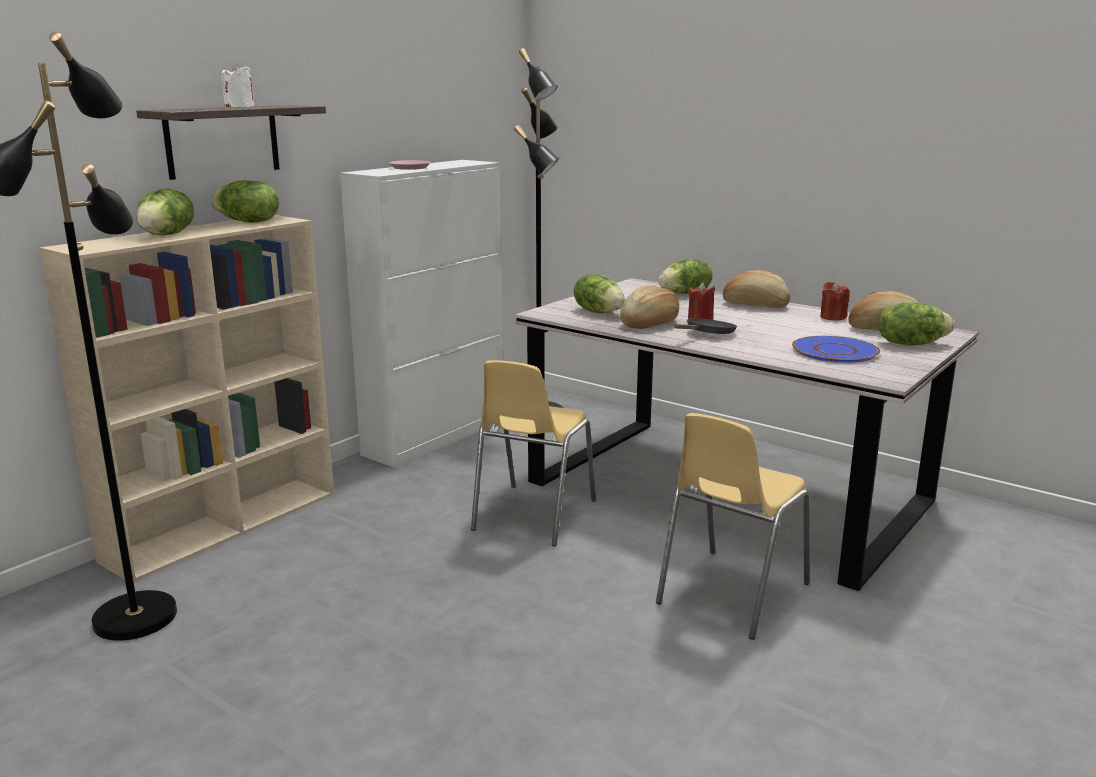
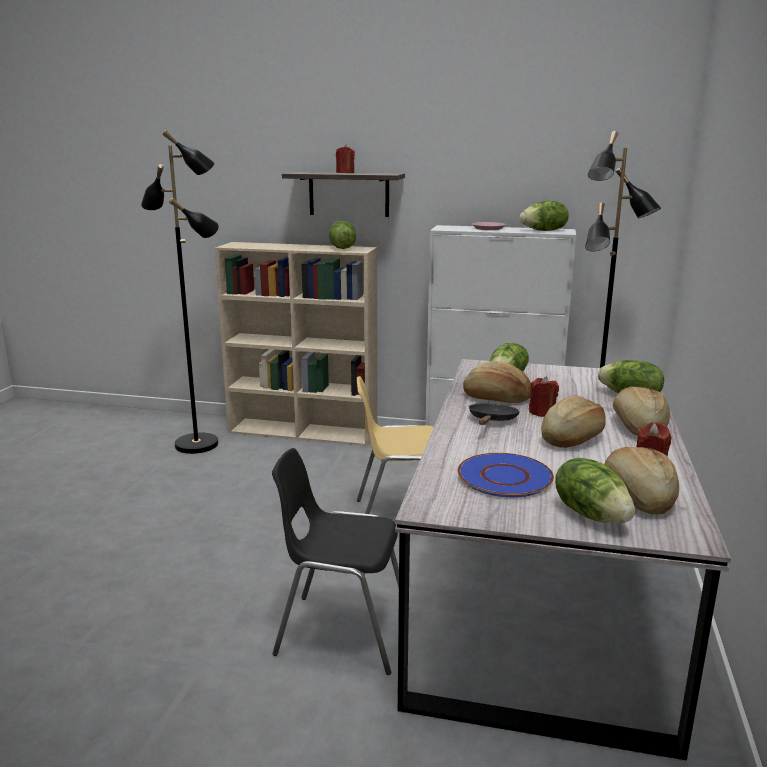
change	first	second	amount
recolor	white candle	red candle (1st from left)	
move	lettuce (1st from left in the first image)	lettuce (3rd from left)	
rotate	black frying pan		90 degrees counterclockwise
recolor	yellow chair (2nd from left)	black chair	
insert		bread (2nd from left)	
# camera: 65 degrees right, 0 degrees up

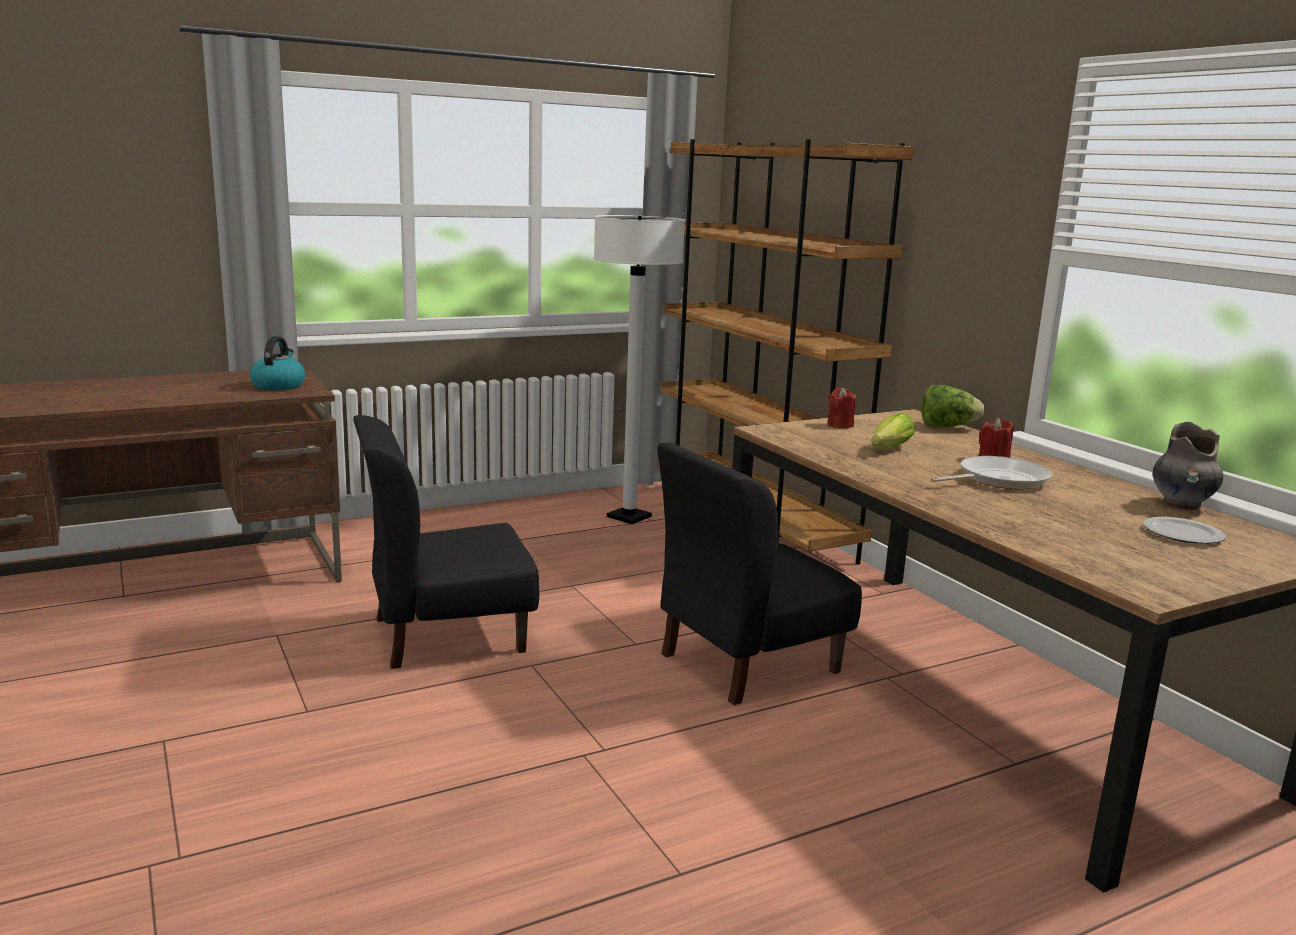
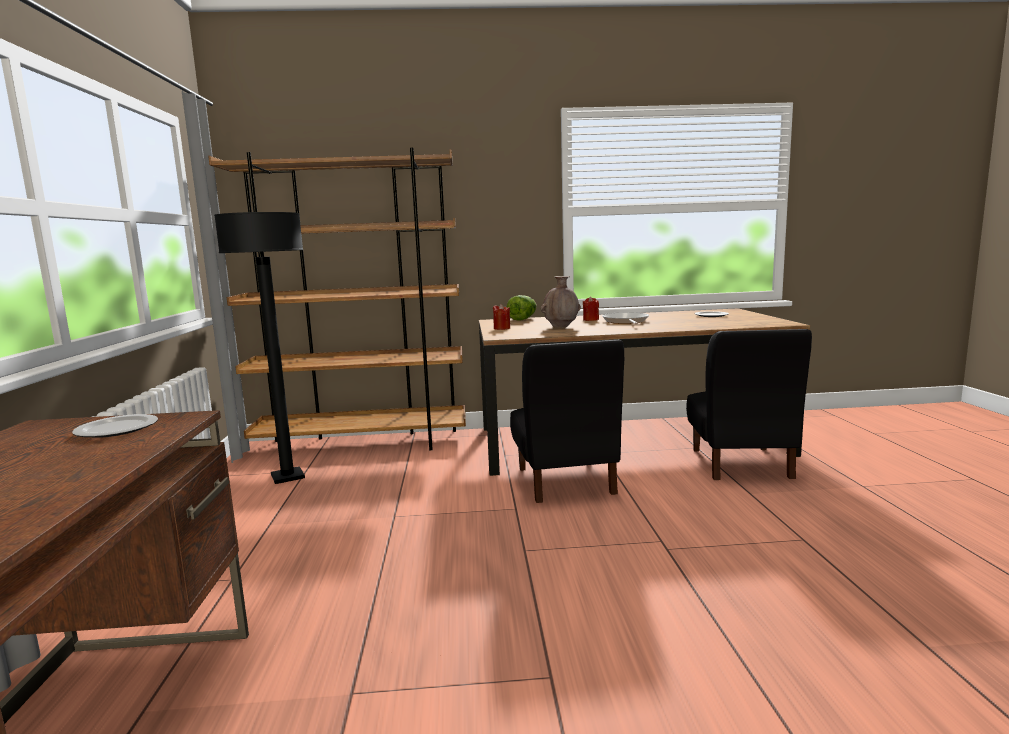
change	first	second	amount
recolor	white floor lamp	black floor lamp	
replace	kettle	plate (1st from left)	
replace	lettuce (1st from left)	brown vase	
move	black chair (1st from left in the first image)	black chair (2nd from left)	
delete	grey vase		
# camera: 65 degrees left, 5 degrees down

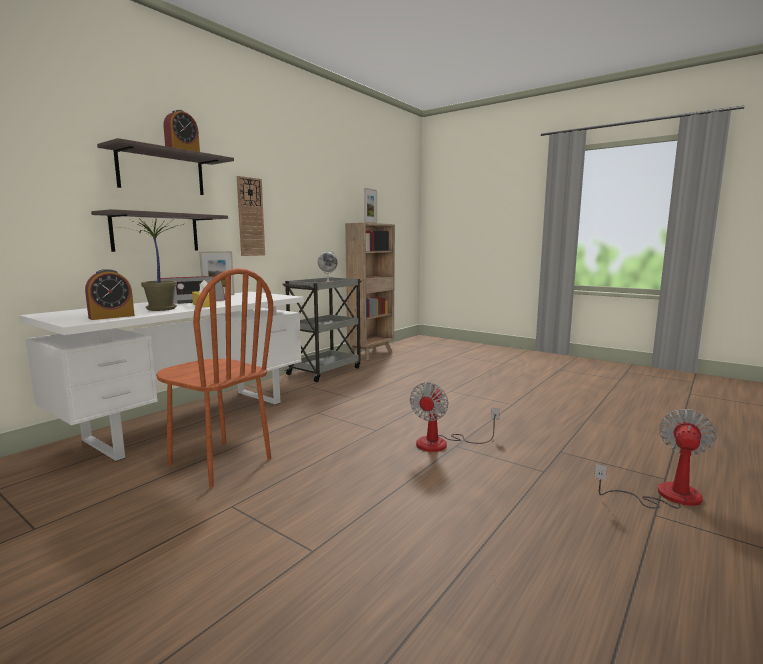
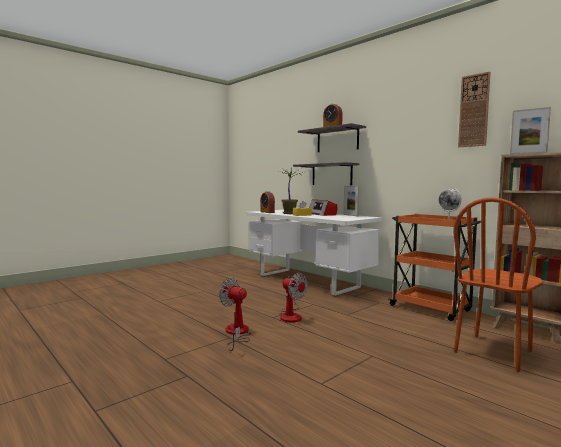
change	first	second	amount
move	wall clock		
move	brown chair		
recolor	grey cart	orange cart	
move	fan (2nd from left)		
# camera: 100 degrees right, 5 degrees down

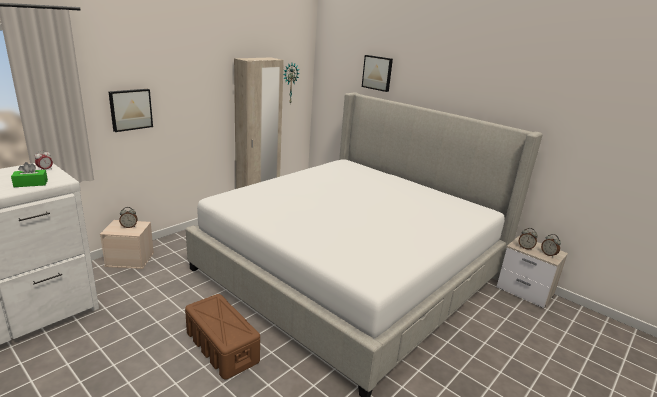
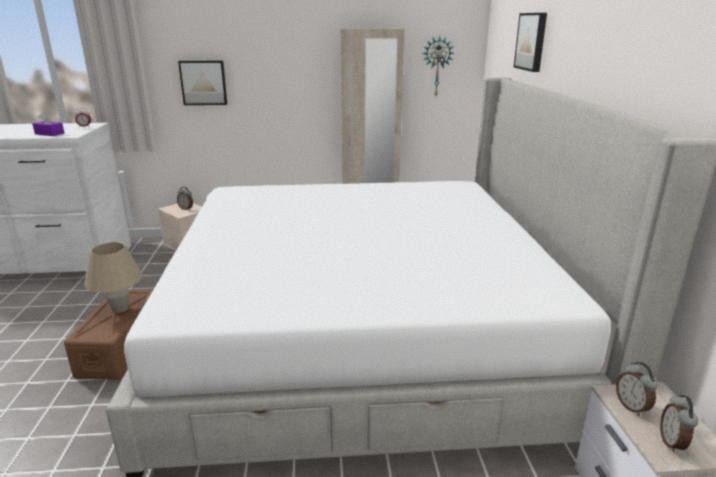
change	first	second	amount
recolor	green tissue box	purple tissue box	
insert		beige table lamp	
# camera: 45 degrees right, 0 degrees up

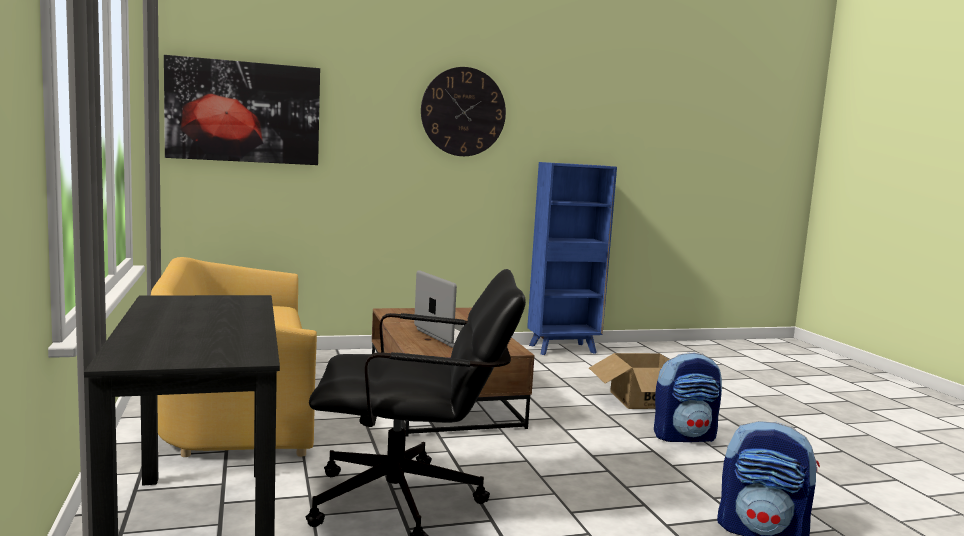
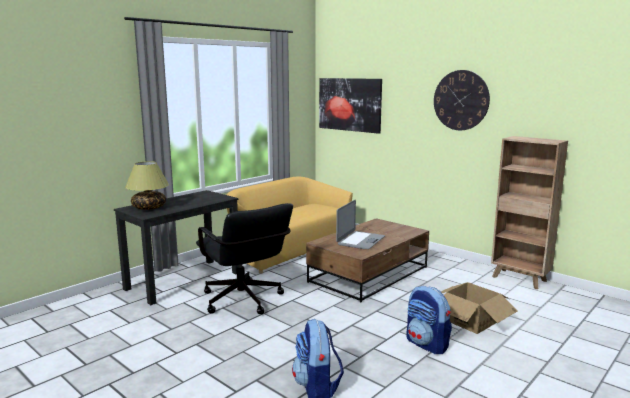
change	first	second	amount
recolor	blue bookcase	brown bookcase	
insert		table lamp	
# camera: 60 degrees right, 5 degrees up

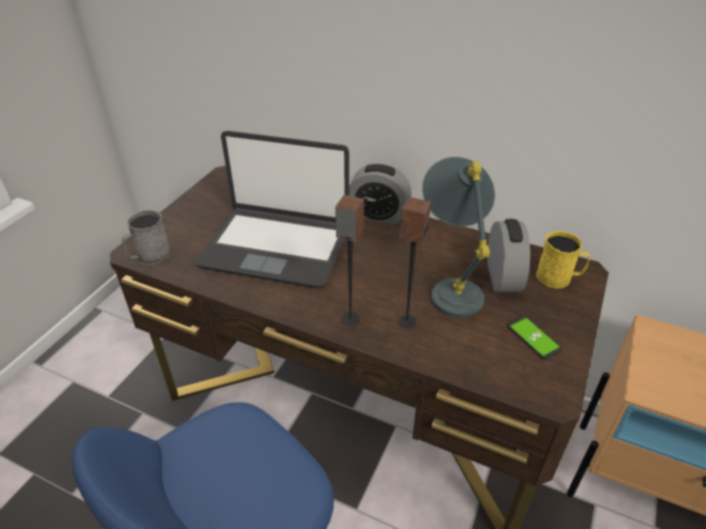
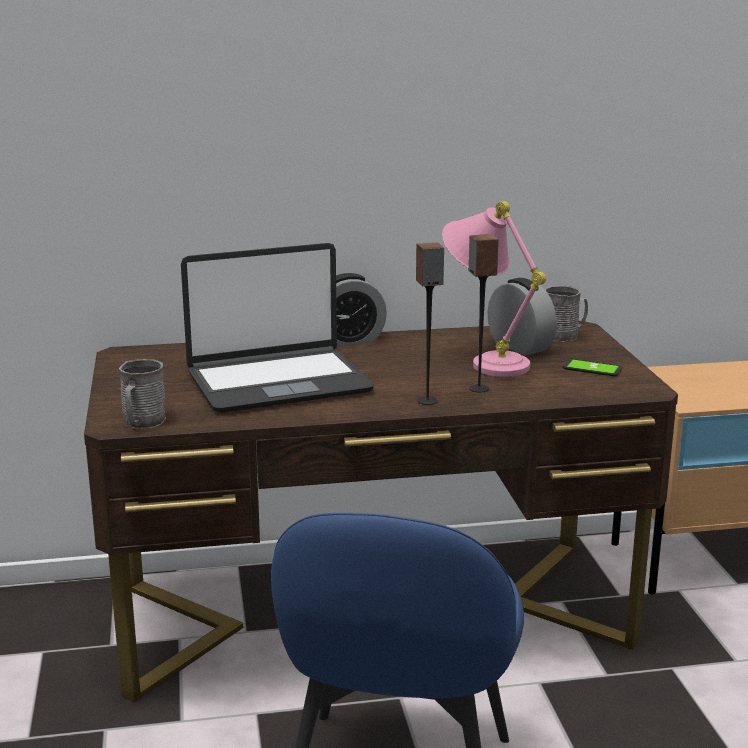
change	first	second	amount
recolor	grey table lamp	pink table lamp	
recolor	yellow mug	grey mug (2nd from left)	
# camera: 35 degrees left, 20 degrees down

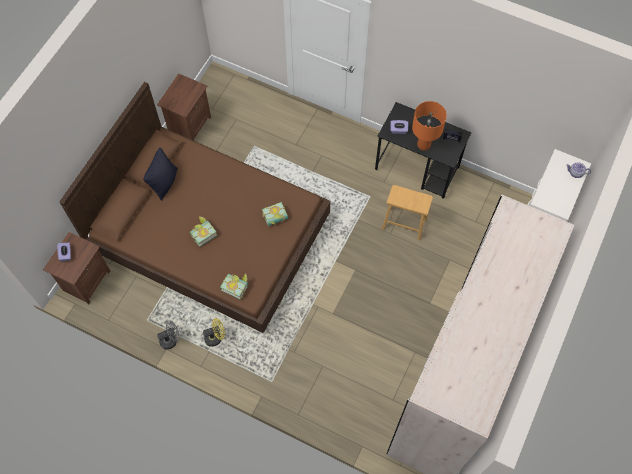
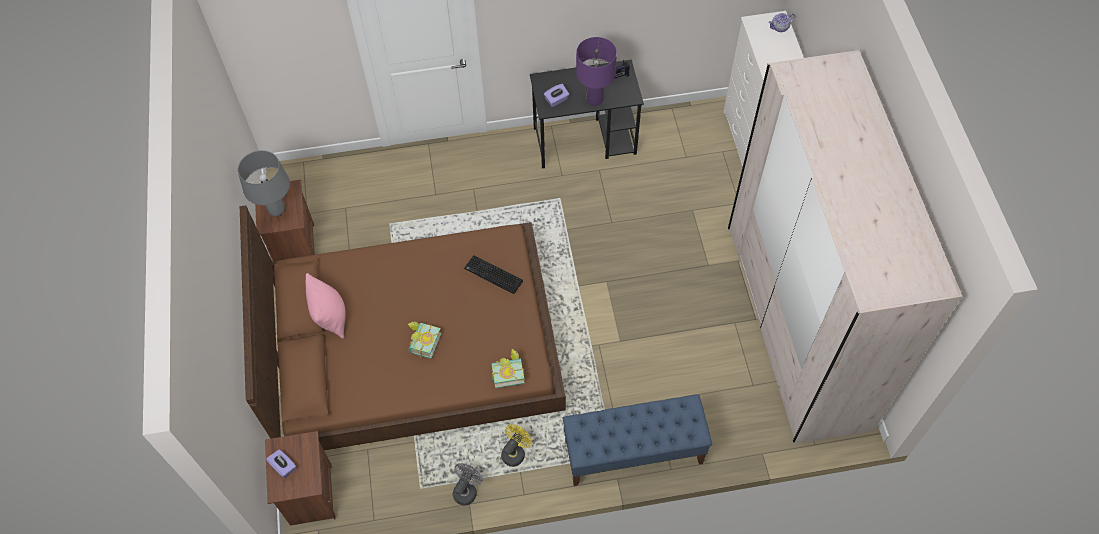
change	first	second	amount
recolor	orange table lamp	purple table lamp	
recolor	black pillow	pink pillow	
delete	brown stool		
replace	book (3rd from left)	keyboard	
insert		grey table lamp	
insert		blue bench	
# camera: 35 degrees left, 5 degrees down

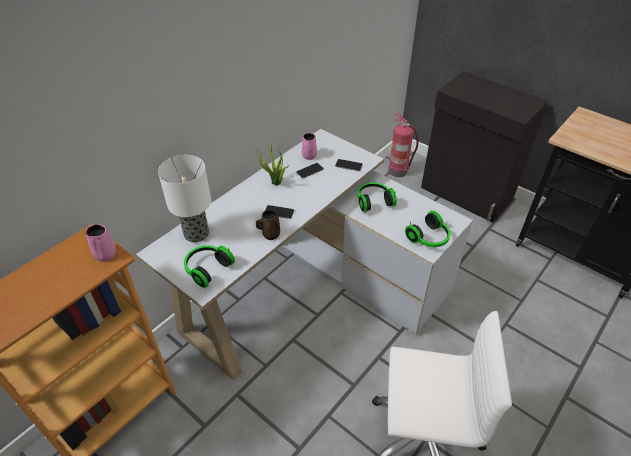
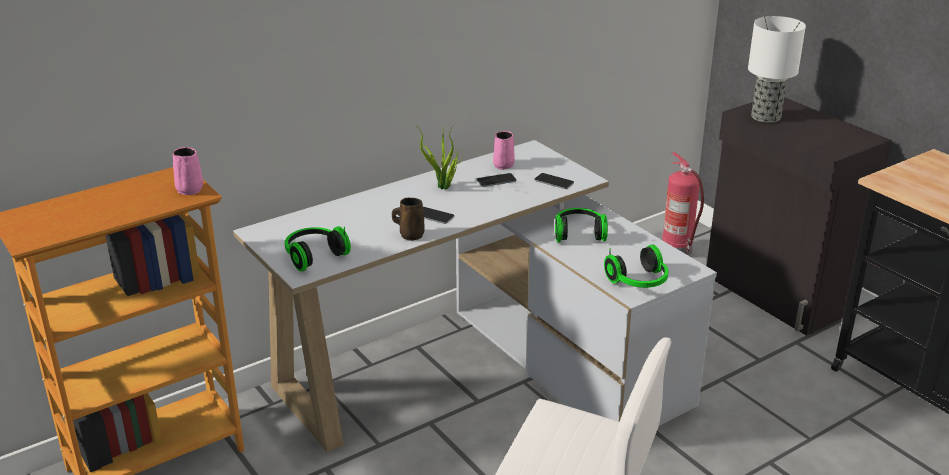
change	first	second	amount
move	table lamp		
# camera: 15 degrees right, 15 degrees down

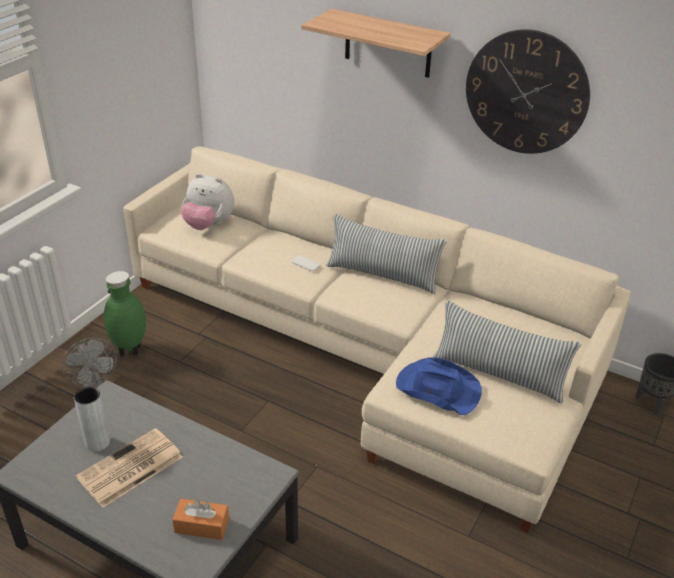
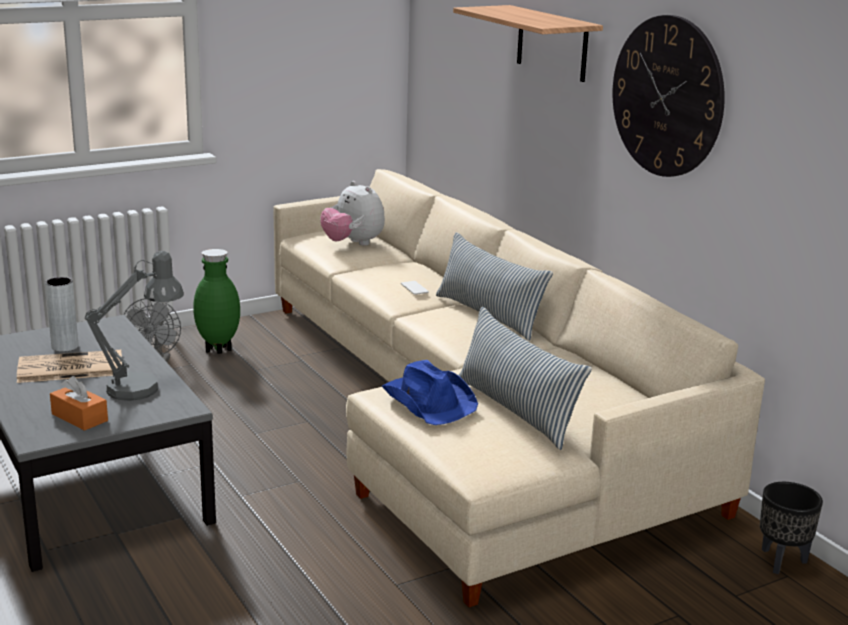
change	first	second	amount
insert		grey table lamp	
# camera: 30 degrees right, 15 degrees down

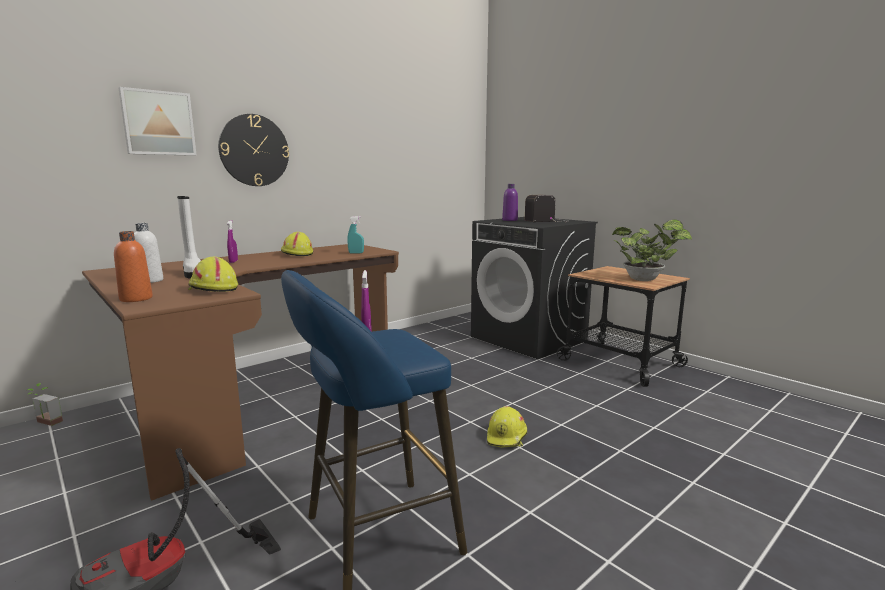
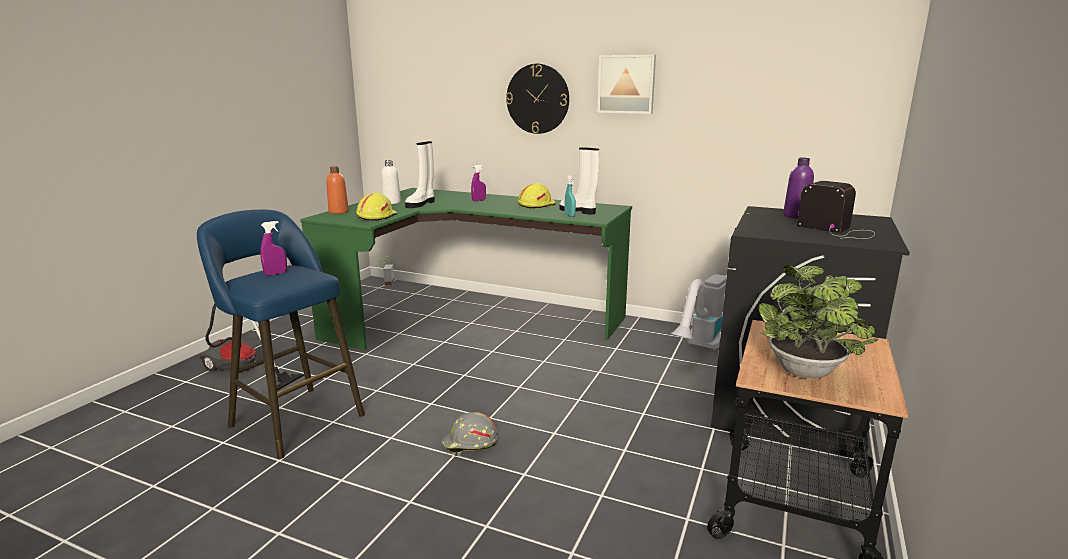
change	first	second	amount
move	picture		
recolor	brown desk	green desk	
recolor	yellow hard hat (3rd from left)	grey hard hat	
insert		white boot (2nd from left)	
insert		vacuum cleaner (2nd from left)	
# camera: 65 degrees right, 5 degrees up

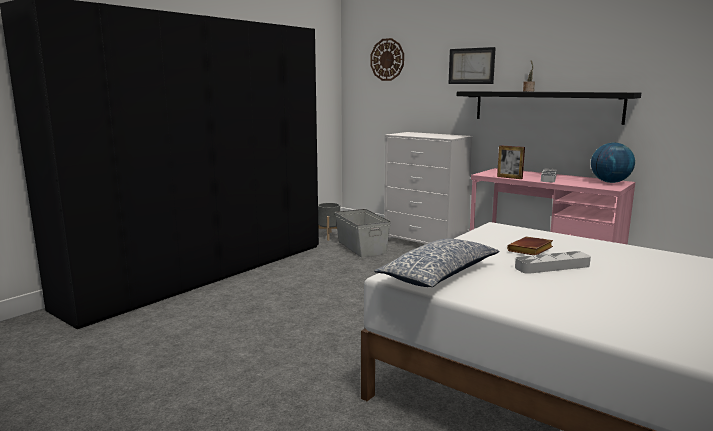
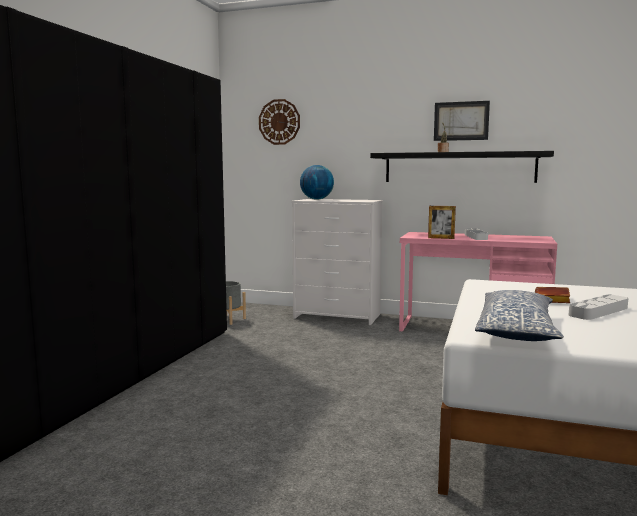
change	first	second	amount
move	picture		
move	globe		
delete	grey storage box		
# camera: 20 degrees left, 5 degrees down

